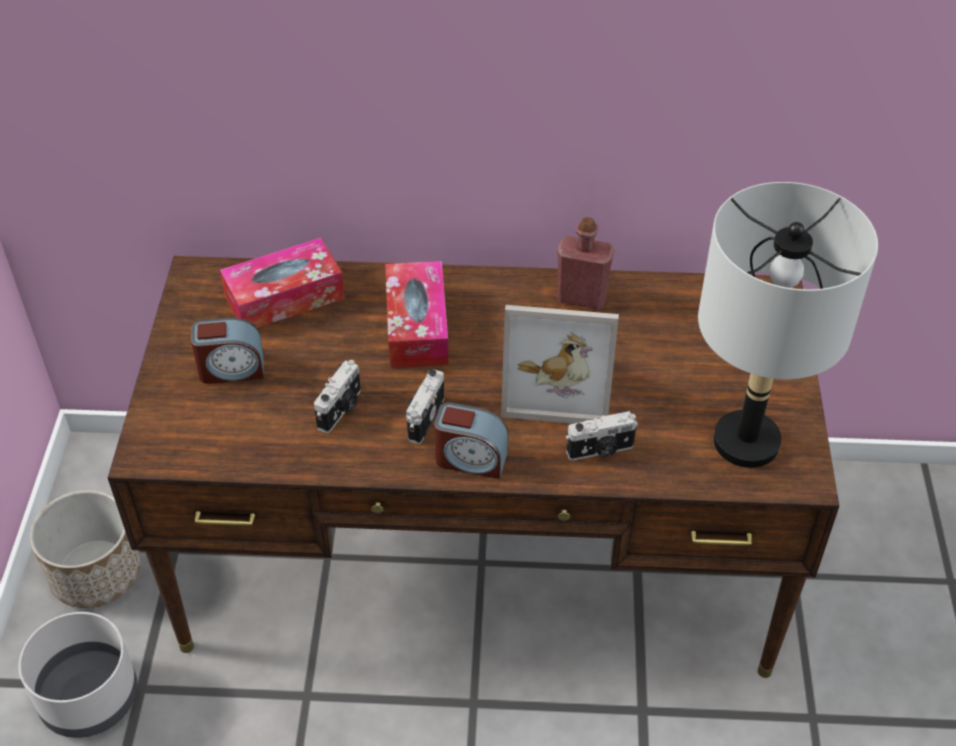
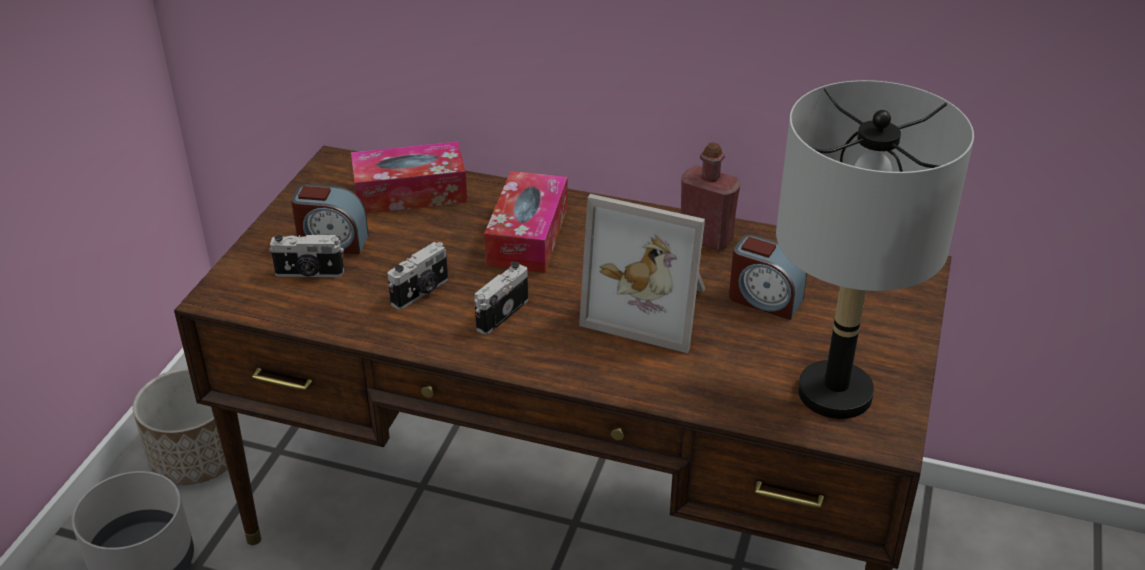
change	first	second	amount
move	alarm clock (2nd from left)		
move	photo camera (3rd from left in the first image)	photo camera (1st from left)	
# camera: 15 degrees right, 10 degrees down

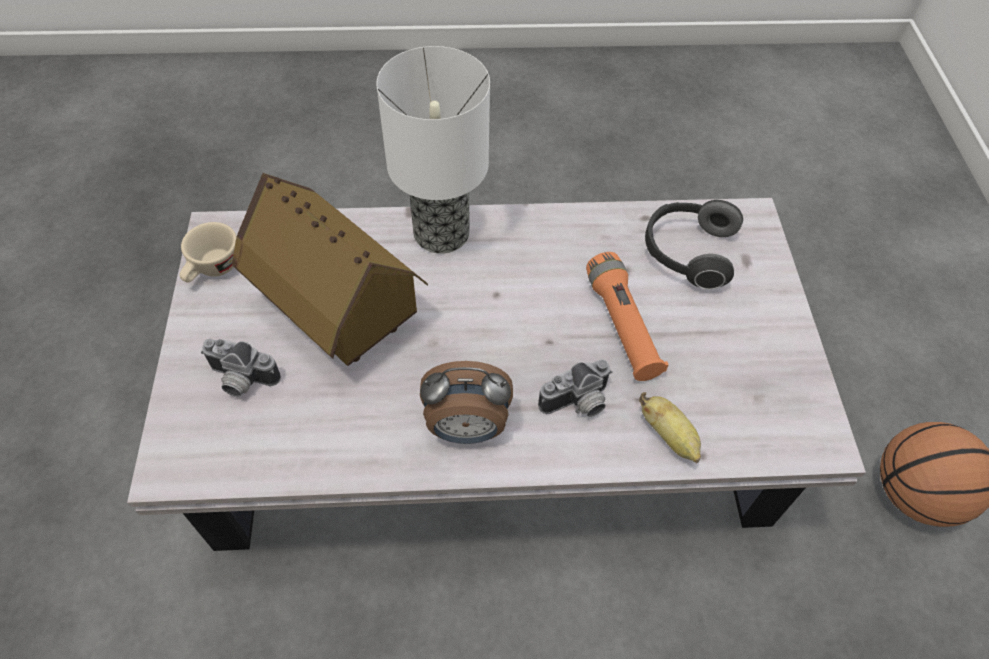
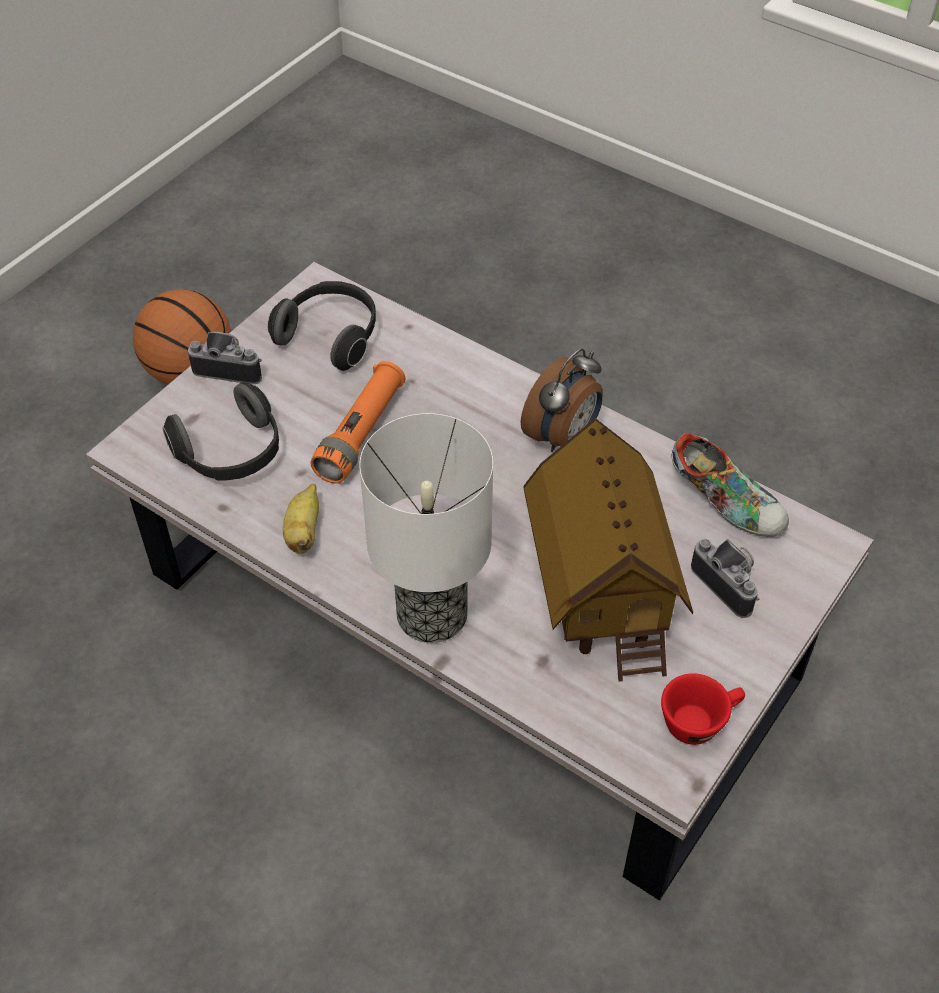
change	first	second	amount
recolor	beige cup	red cup	
move	photo camera (2nd from left in the first image)	photo camera (1st from left)	
rotate	alarm clock		90 degrees clockwise
move	banana		
insert		headphones (2nd from left)	
insert		shoe	
# camera: 140 degrees left, 5 degrees down

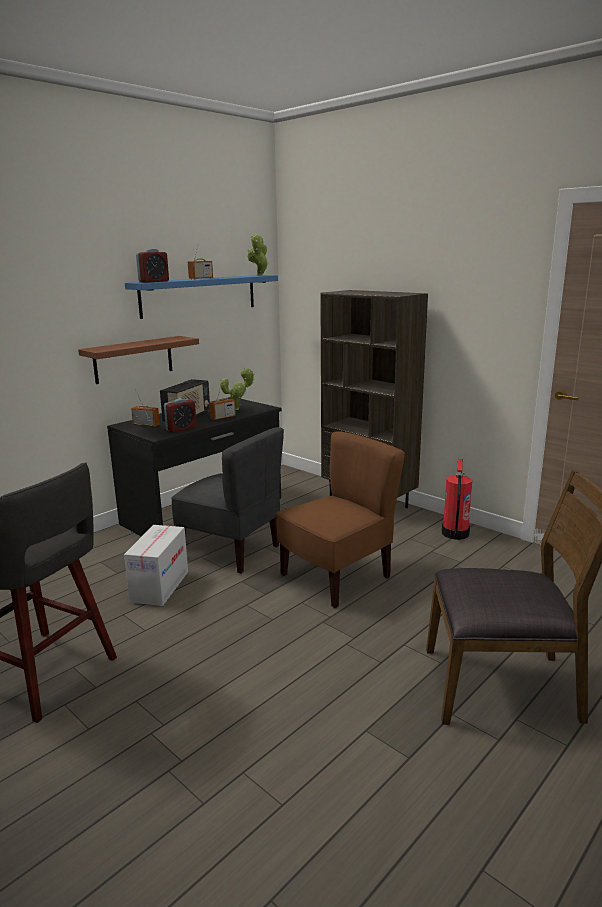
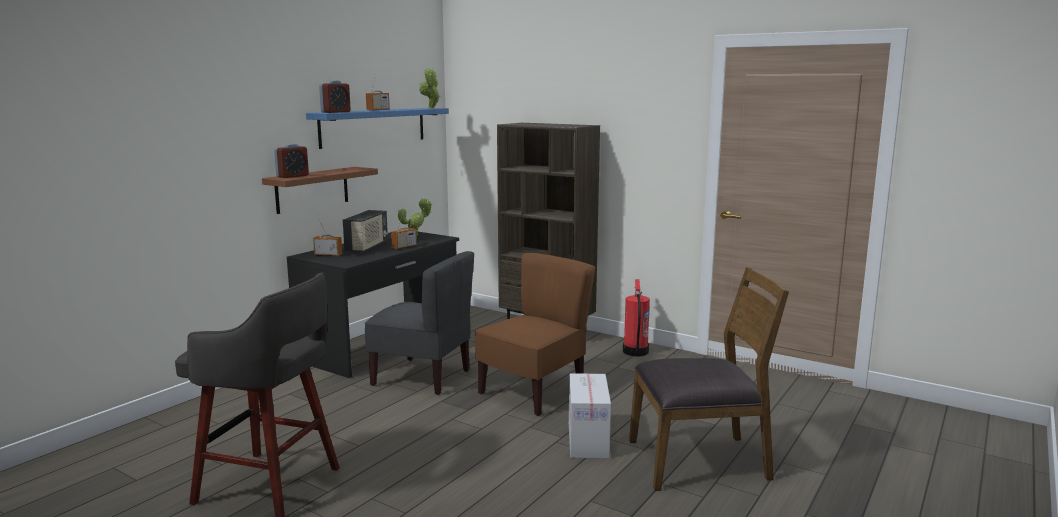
change	first	second	amount
move	alarm clock (2nd from left in the first image)	alarm clock (1st from left)	
move	cardboard box		
# camera: 10 degrees left, 5 degrees down

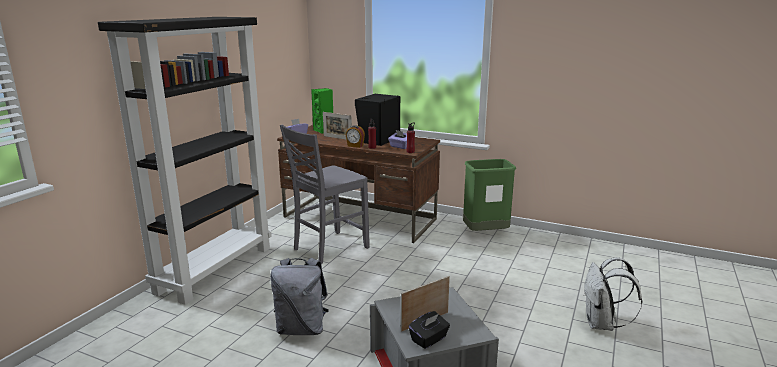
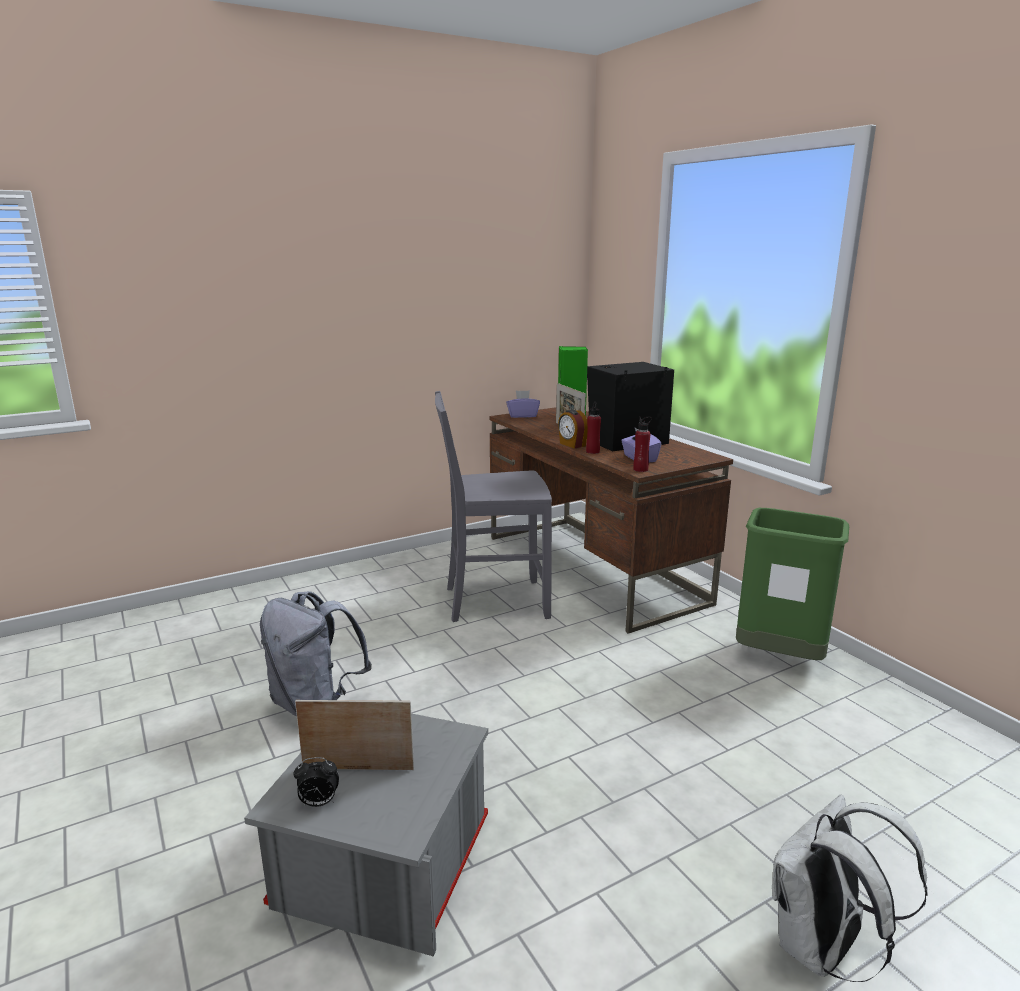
change	first	second	amount
delete	black bookcase		
replace	black tissue box	alarm clock (1st from left)	
# camera: 35 degrees right, 0 degrees up

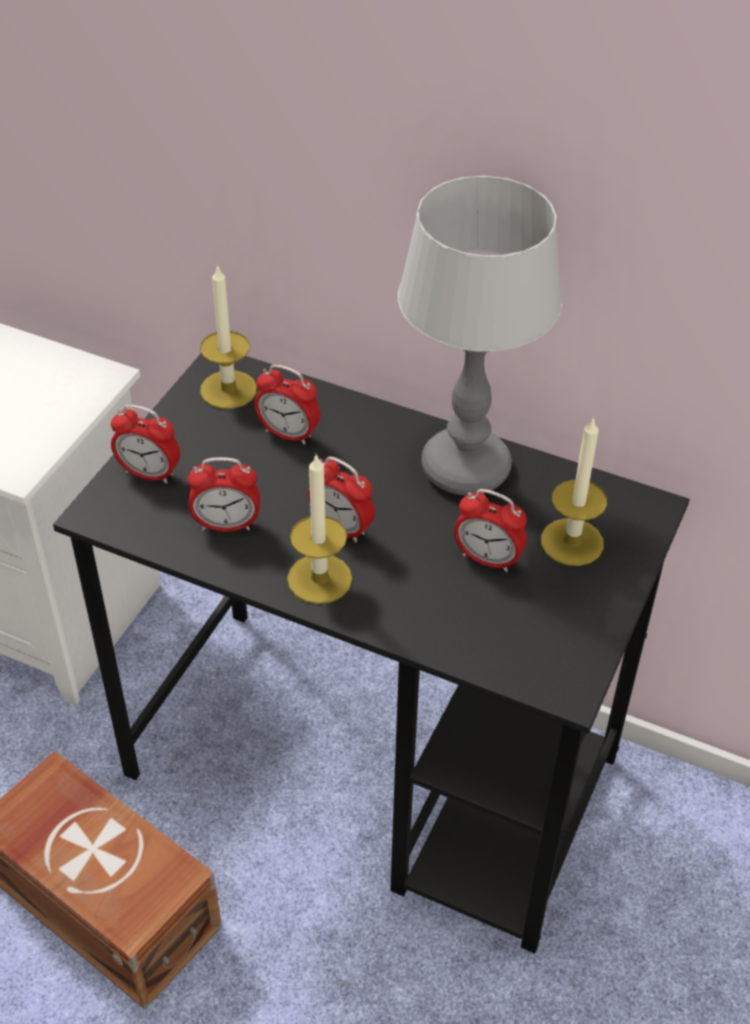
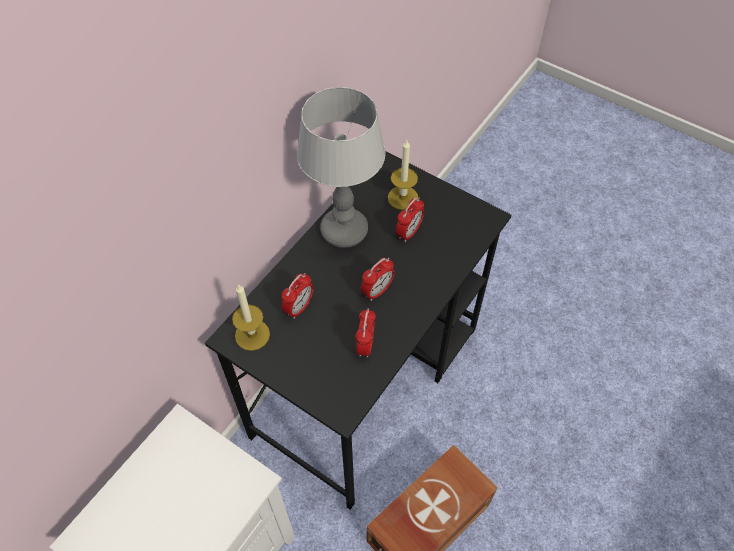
change	first	second	amount
delete	alarm clock (1st from left)		
delete	candle (2nd from left)		
# camera: 80 degrees left, 10 degrees up

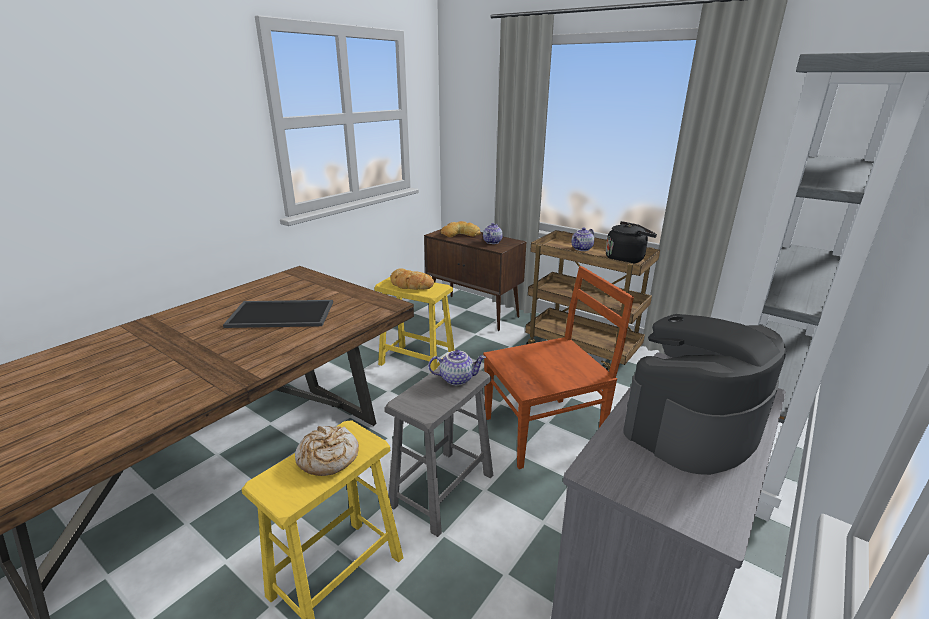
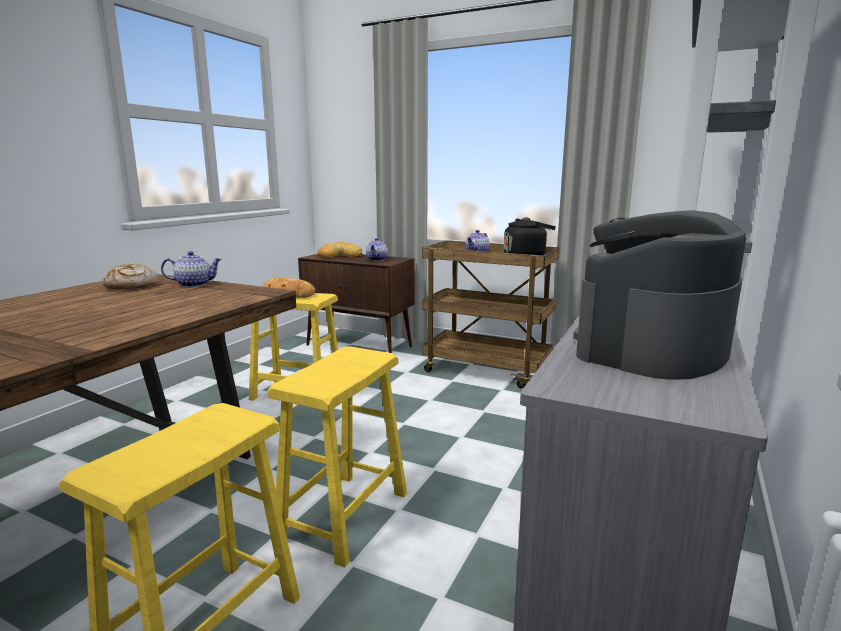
change	first	second	amount
delete	brown chair		
delete	tray		
move	teapot (1st from left)		
recolor	grey stool	yellow stool (3rd from left)	
move	bread (1st from left)		
# camera: 10 degrees left, 10 degrees down

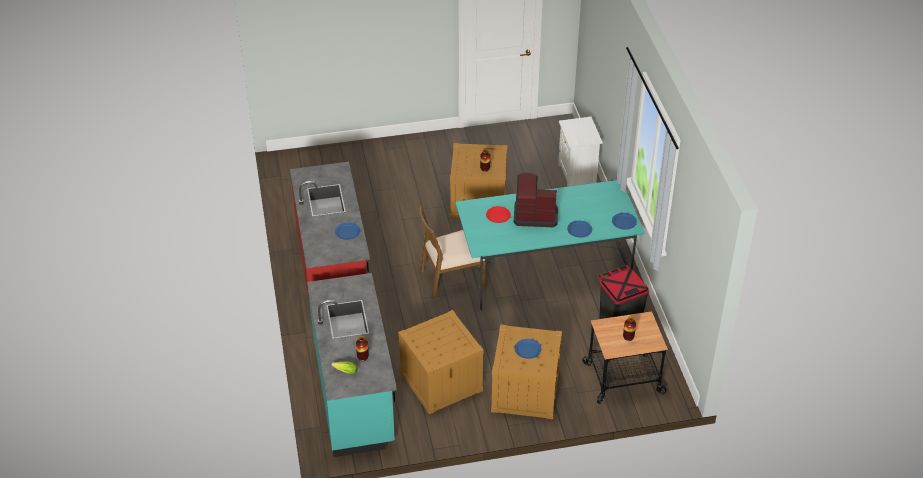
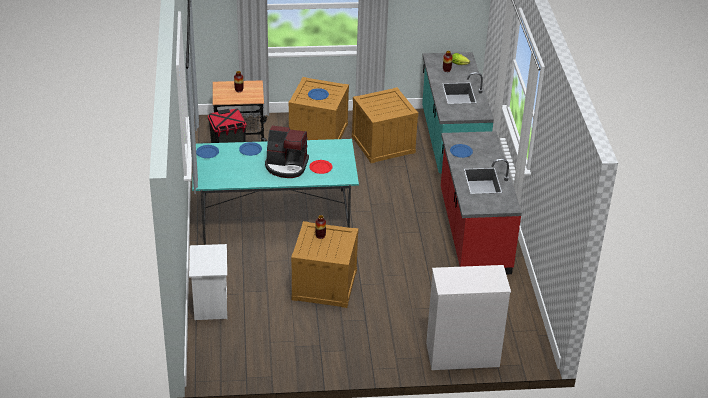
change	first	second	amount
delete	brown chair		
insert		white dresser	
# camera: 175 degrees left, 5 degrees down

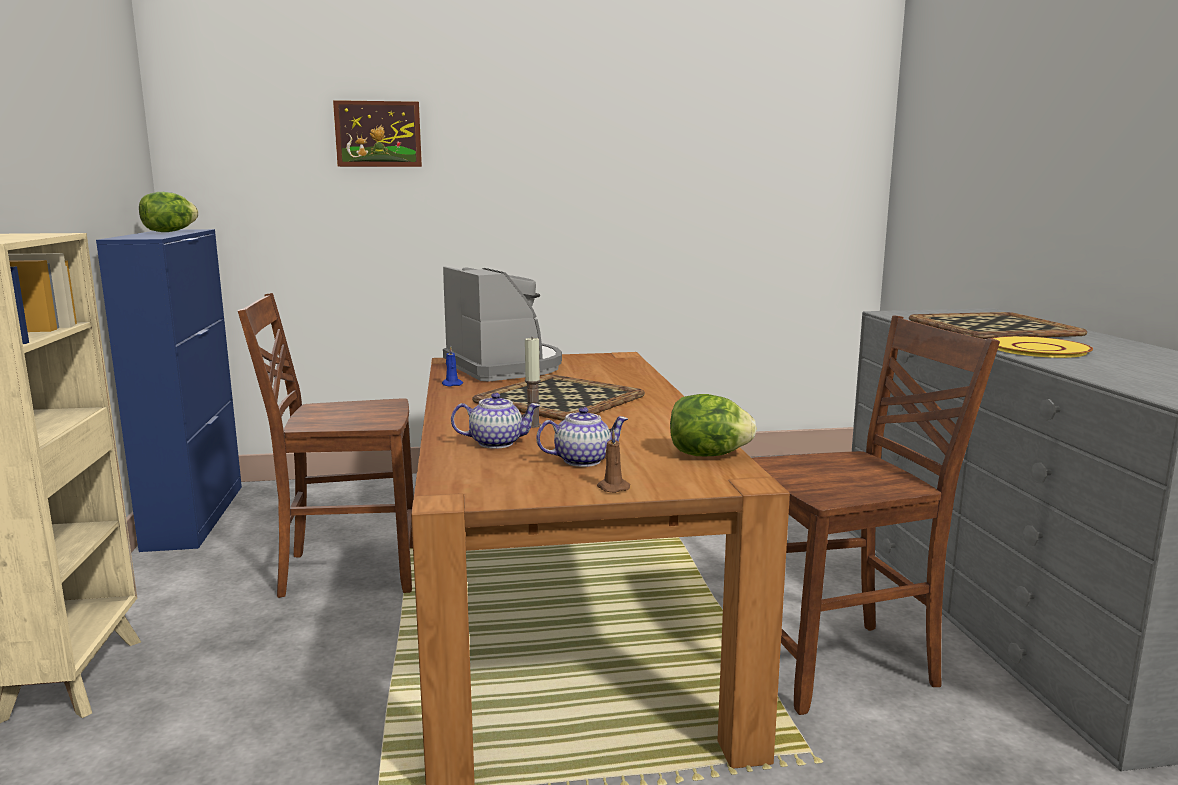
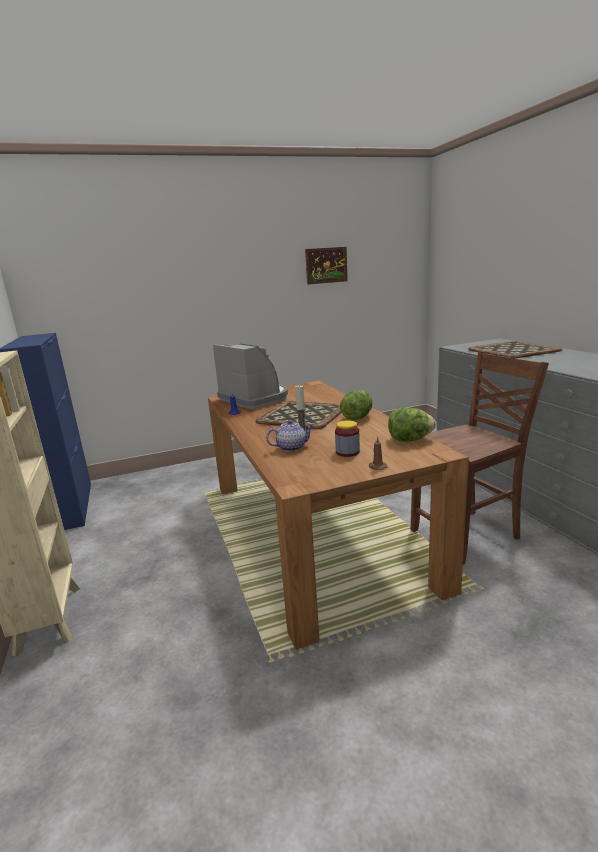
change	first	second	amount
move	picture		
move	lettuce (1st from left)		
delete	brown chair (1st from left)		
delete	yellow plate		
replace	teapot (2nd from left)	jar	
# camera: 10 degrees left, 5 degrees up

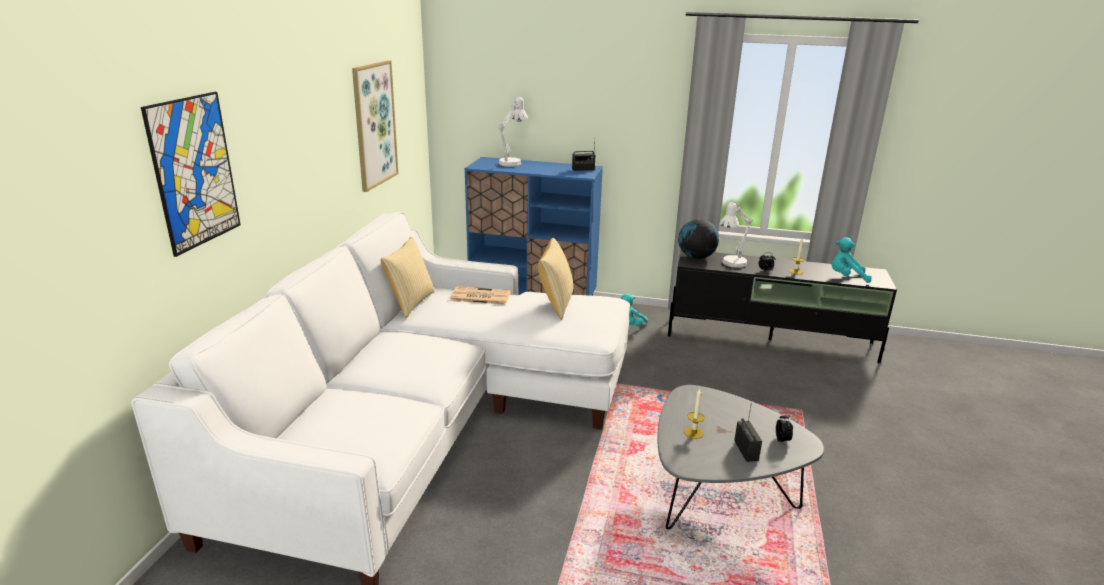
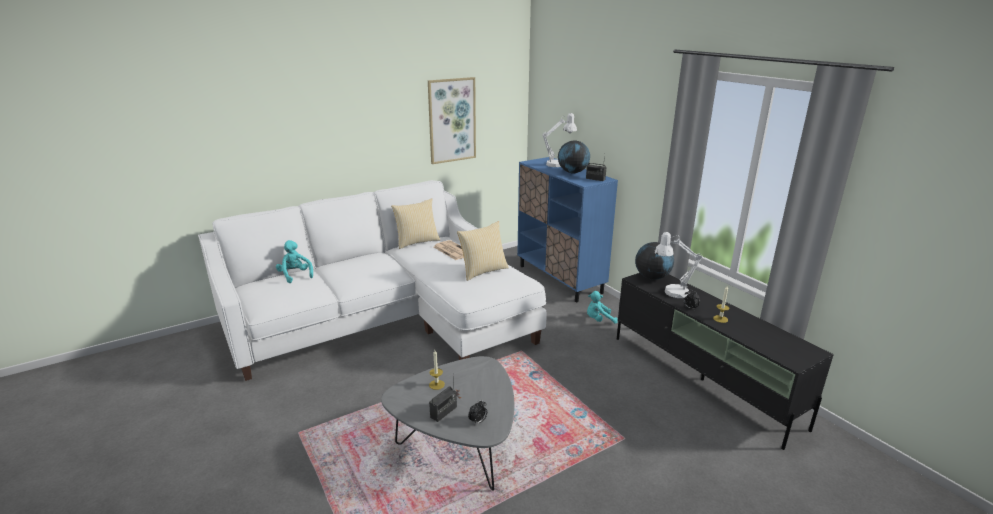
change	first	second	amount
delete	picture (1st from left)		
move	turquoise plush toy (2nd from left in the first image)	turquoise plush toy (1st from left)	
insert		globe (1st from left)	
# camera: 45 degrees right, 0 degrees up

